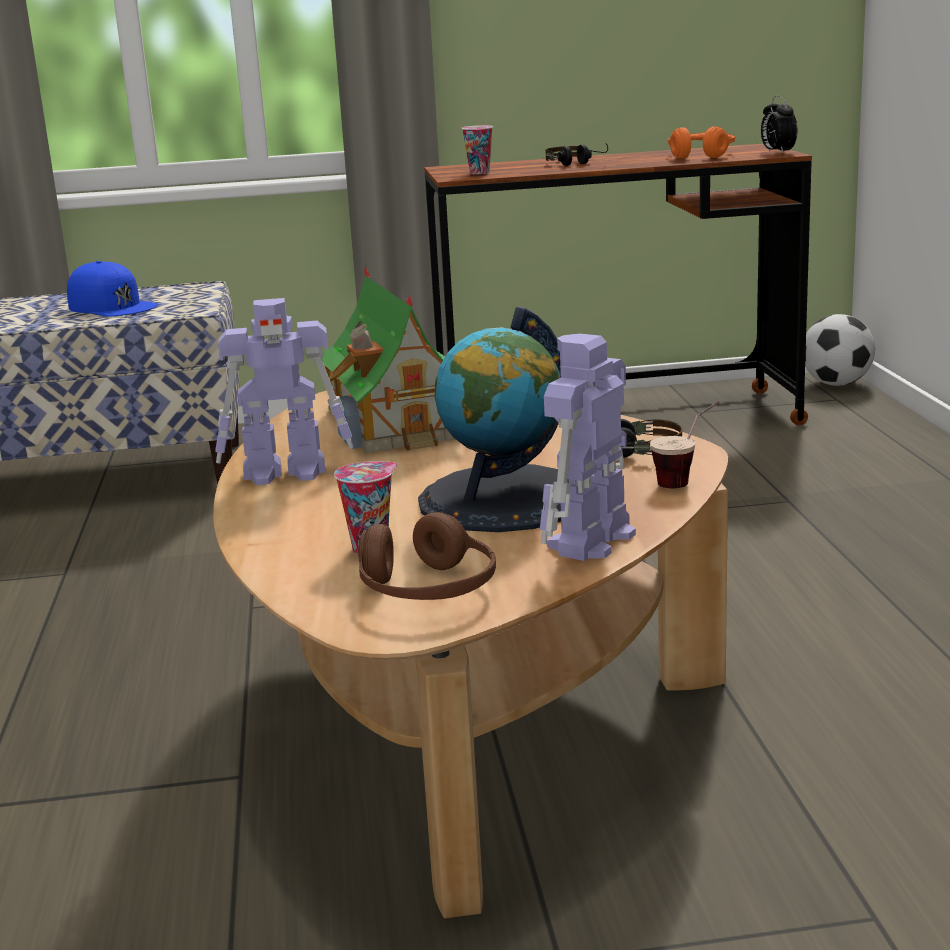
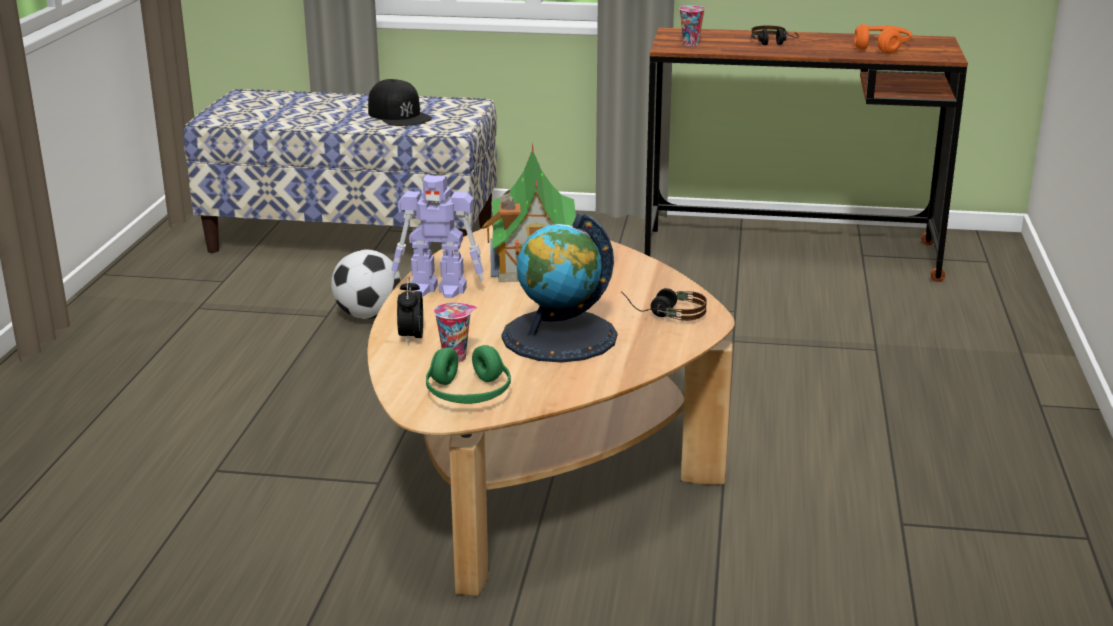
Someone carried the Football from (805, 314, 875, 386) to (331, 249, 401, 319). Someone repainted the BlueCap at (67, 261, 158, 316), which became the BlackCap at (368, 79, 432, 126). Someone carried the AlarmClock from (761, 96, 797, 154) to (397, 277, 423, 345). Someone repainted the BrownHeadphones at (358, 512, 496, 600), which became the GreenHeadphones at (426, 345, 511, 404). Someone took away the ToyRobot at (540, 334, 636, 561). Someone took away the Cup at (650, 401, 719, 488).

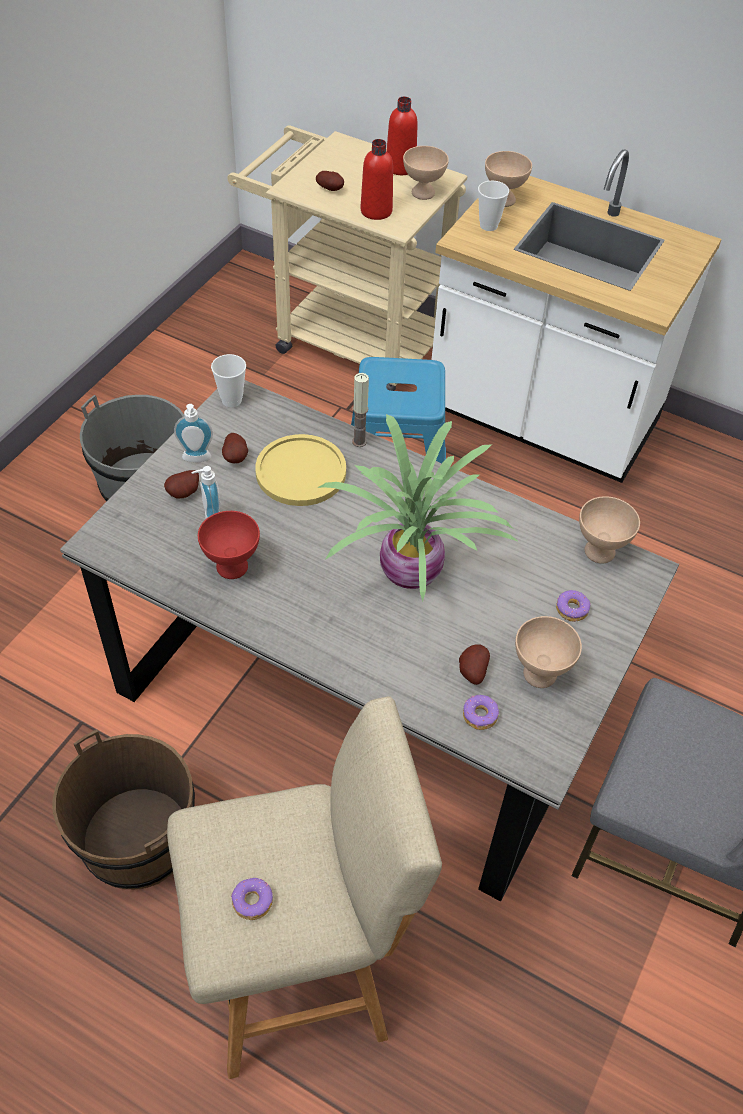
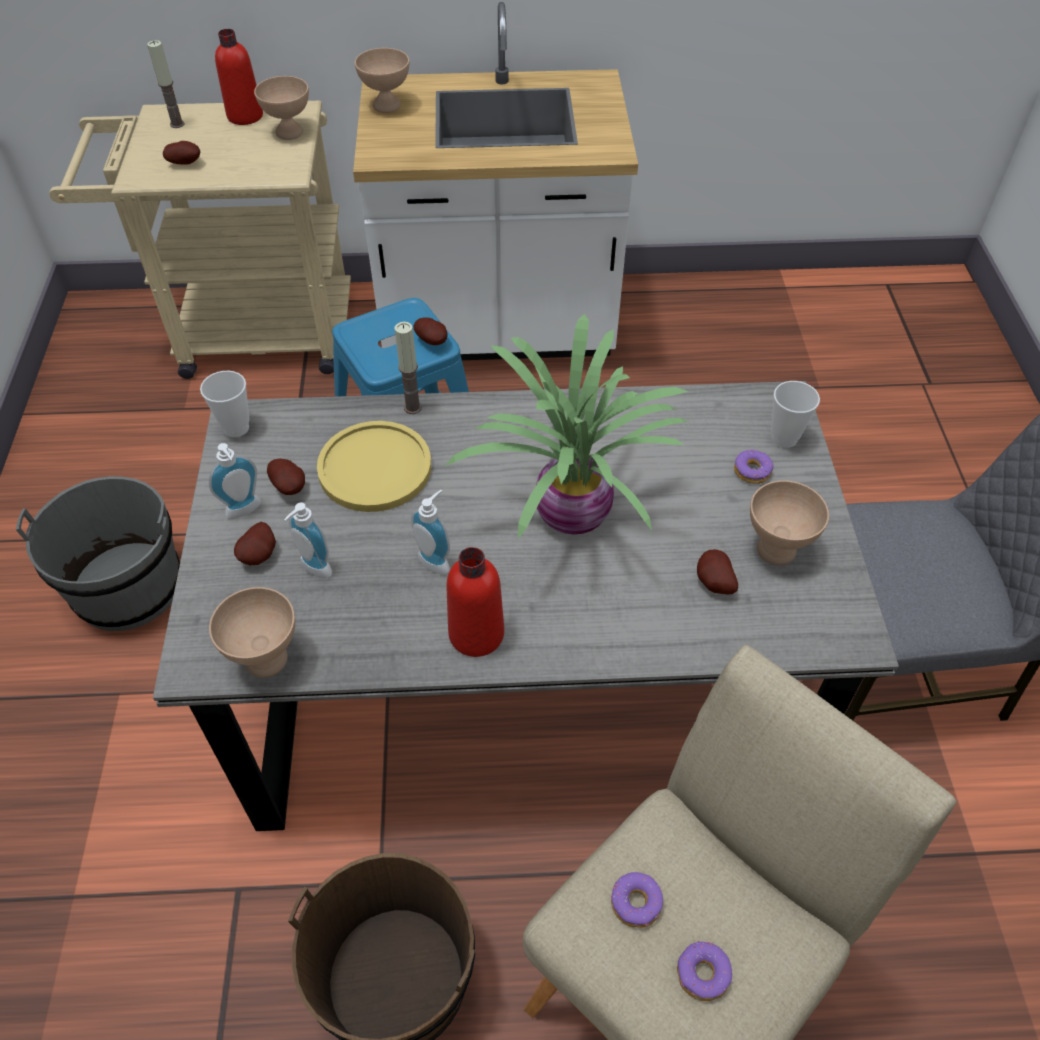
Someone put down the Candle at (147, 40, 185, 128). Someone carried the BeigeBowl from (579, 496, 640, 564) to (209, 587, 295, 678). Someone put down the SoapDispenser at (411, 490, 450, 575). Someone put down the Potato at (413, 317, 448, 345). Someone carried the RedBottle from (360, 139, 393, 220) to (446, 547, 504, 657). Someone carried the Donut from (463, 695, 499, 730) to (611, 872, 663, 928). Someone carried the Cup from (478, 181, 509, 231) to (771, 381, 820, 448). Someone took away the RedBowl at (198, 511, 260, 579).

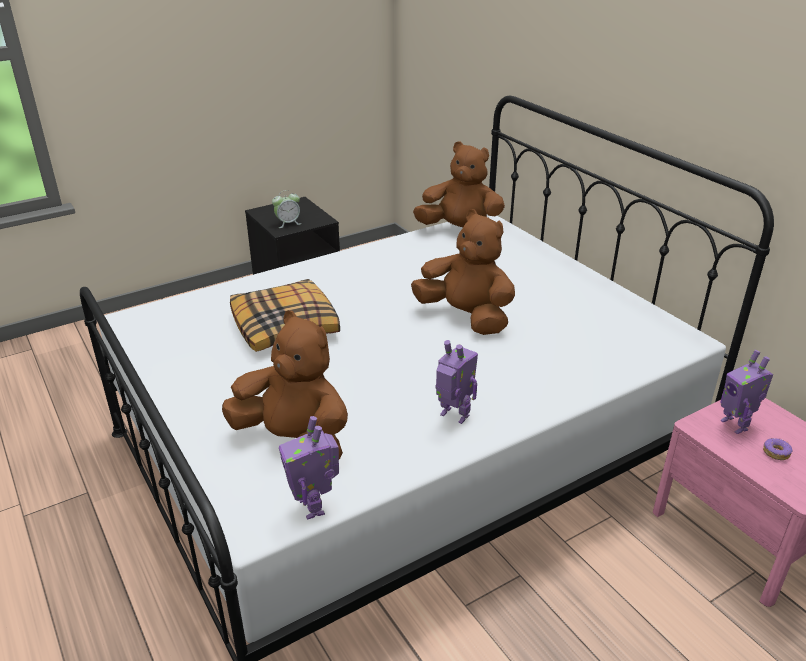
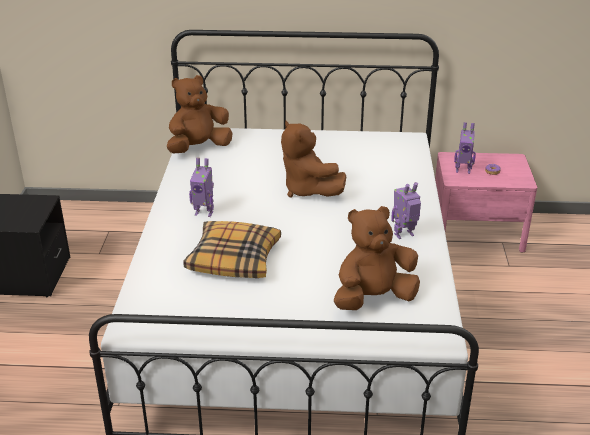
Someone carried the ToyRobot from (279, 416, 339, 520) to (189, 157, 214, 217). Someone rotated the BrownPlushToy at (411, 209, 515, 335) by 105 degrees counterclockwise. Someone took away the AlarmClock at (272, 190, 301, 228).

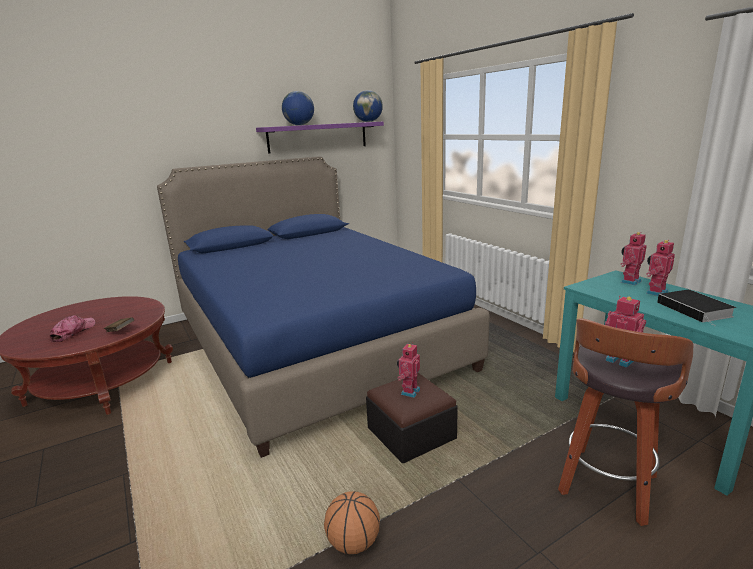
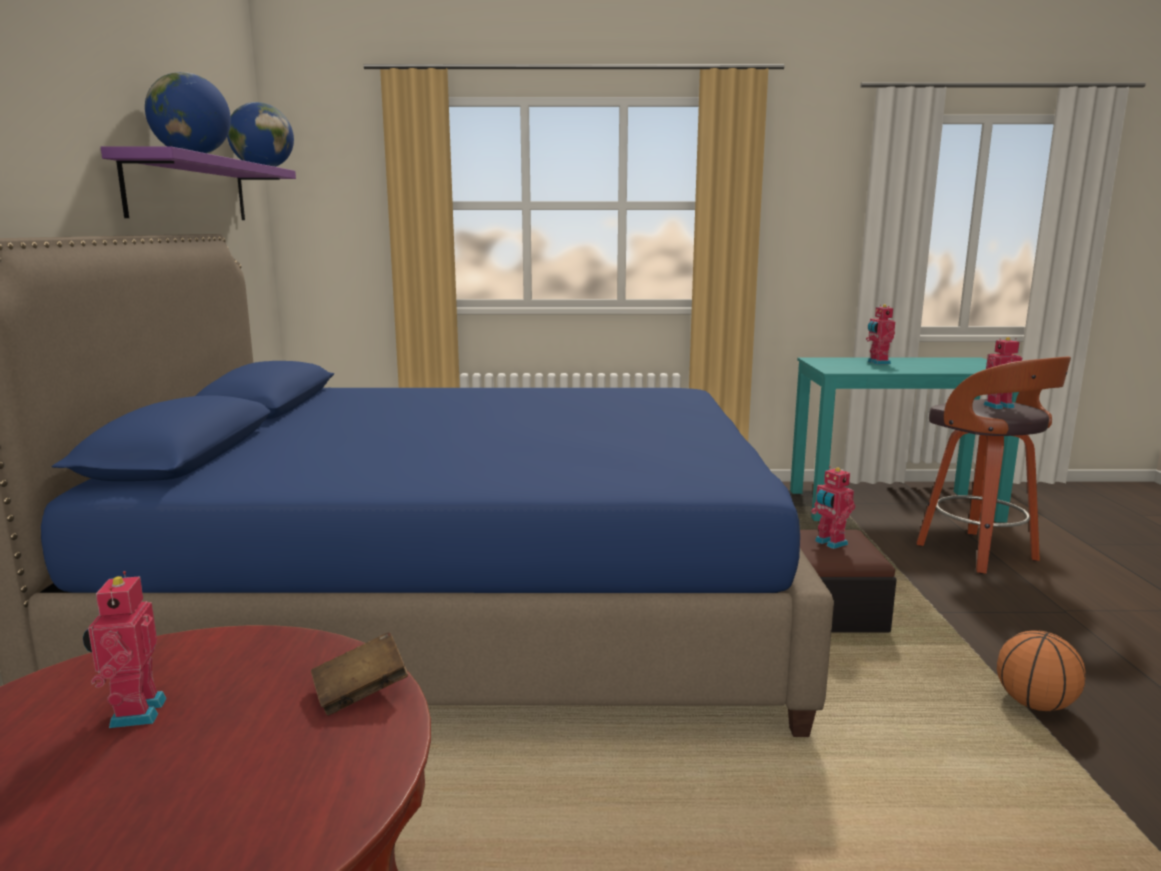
Someone carried the ToyRobot from (620, 232, 647, 285) to (83, 571, 167, 728). Someone took away the Cap at (50, 315, 95, 342). Someone took away the Book at (657, 289, 736, 326).

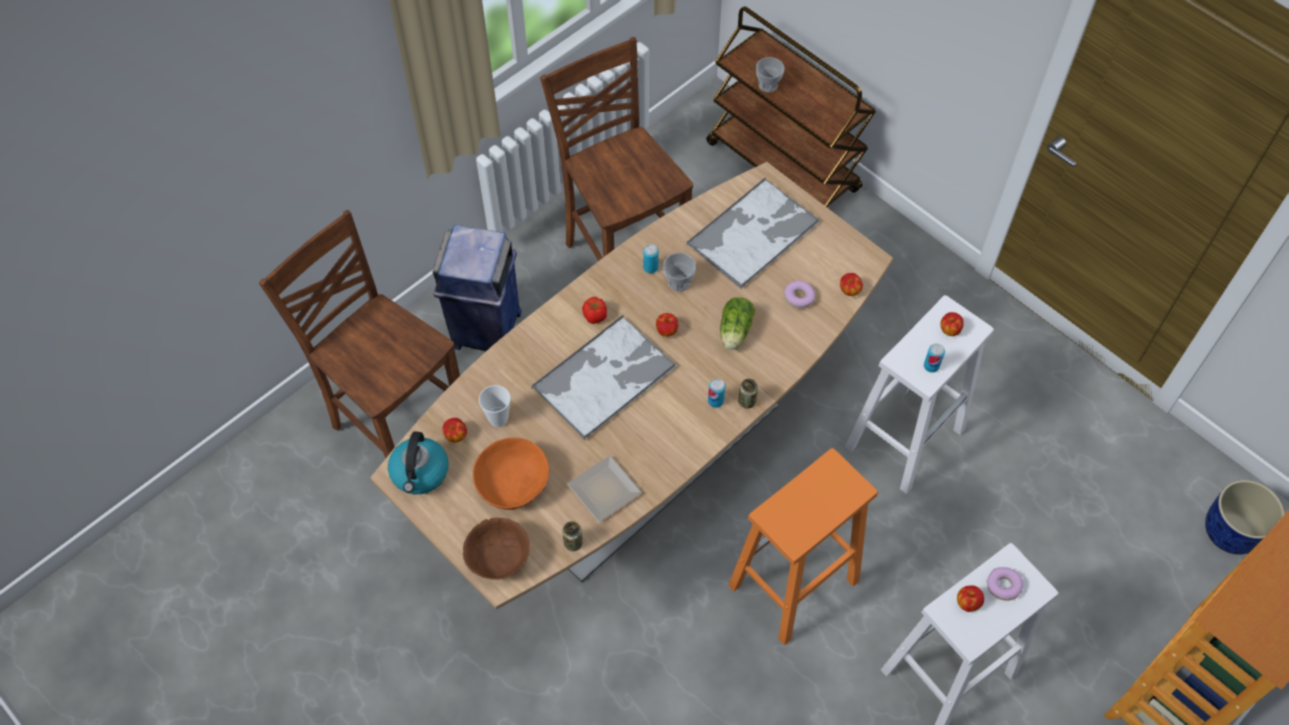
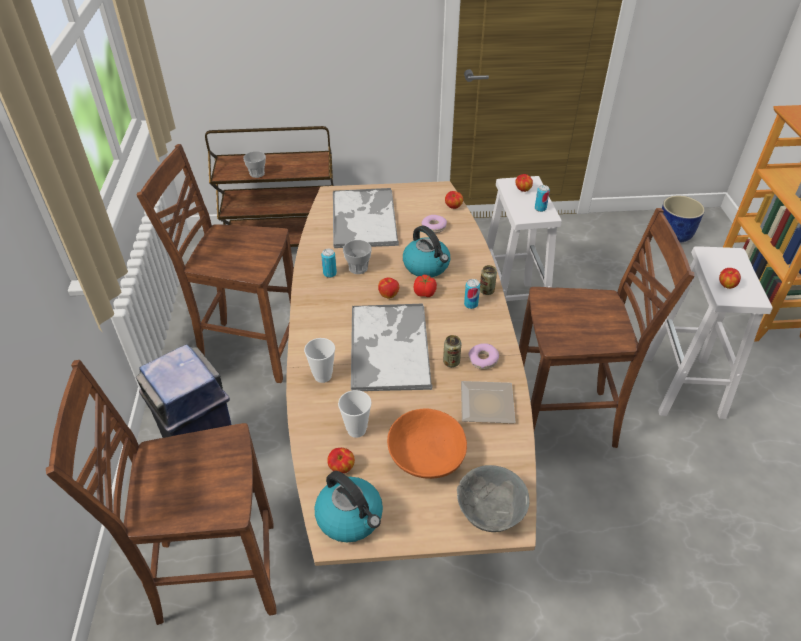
Someone put down the Cup at (304, 338, 335, 383). Someone swapped the Lettuce at (720, 297, 755, 350) for the Kettle at (403, 226, 450, 277). Someone carried the Tomato from (582, 297, 607, 324) to (414, 275, 437, 297). Someone carried the Can from (562, 521, 583, 551) to (443, 335, 461, 367). Someone repainted the BrownBowl at (463, 517, 530, 580), which became the GreyBowl at (457, 465, 529, 532). Someone carried the Donut from (986, 567, 1023, 601) to (468, 343, 499, 369). Someone swapped the OrangeStool at (728, 448, 878, 646) for the BrownChair at (519, 208, 695, 448).

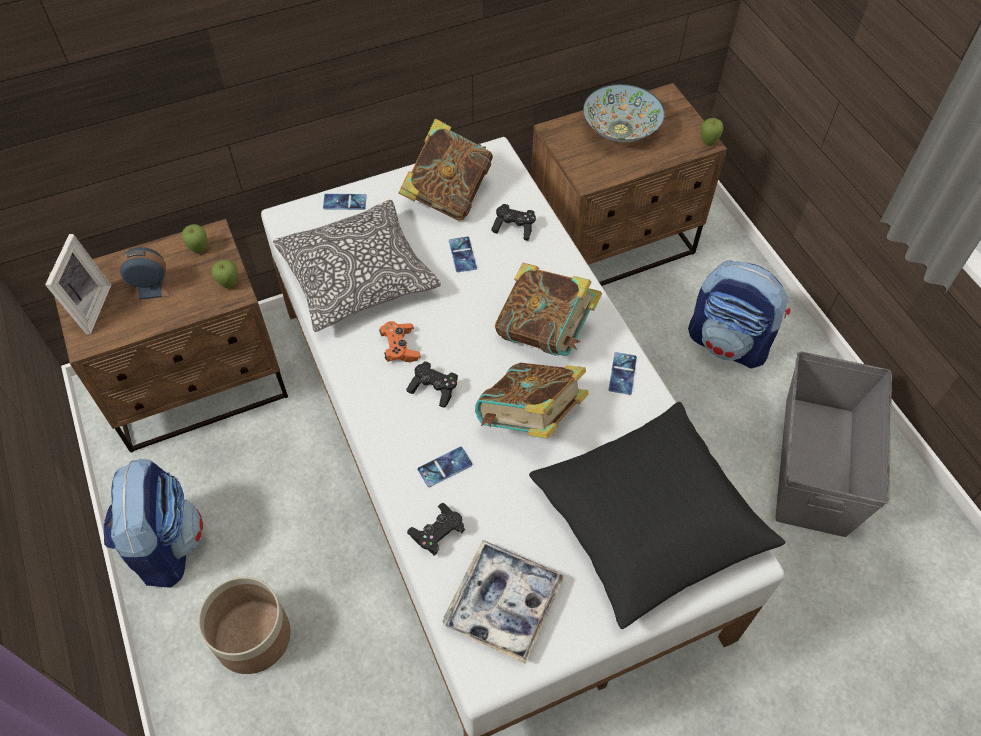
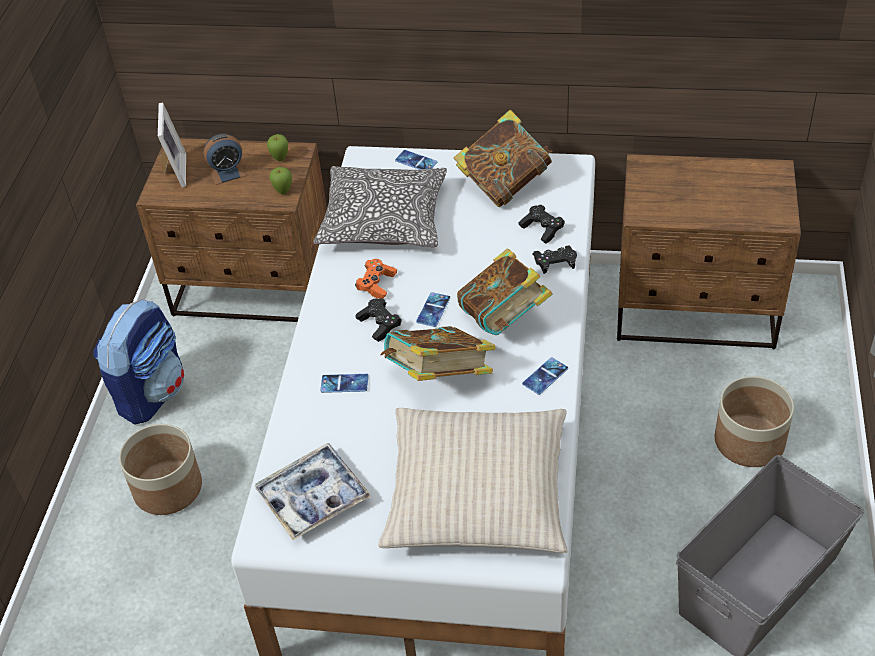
Someone rotated the PictureFrame at (45, 234, 111, 334) by 45 degrees counterclockwise. Someone rotated the AlarmClock at (119, 247, 171, 301) by 135 degrees clockwise. Someone repainted the BlackPillow at (529, 402, 786, 629), which became the BeigePillow at (378, 408, 568, 553). Someone carried the Phone from (449, 237, 477, 272) to (416, 292, 450, 327). Someone carried the BlackGameController from (407, 503, 465, 556) to (533, 246, 577, 274). Someone swapped the Backpack at (688, 261, 790, 368) for the Planter at (715, 376, 794, 467). Someone took away the Bowl at (583, 84, 665, 142). Someone took away the Apple at (701, 118, 724, 146).

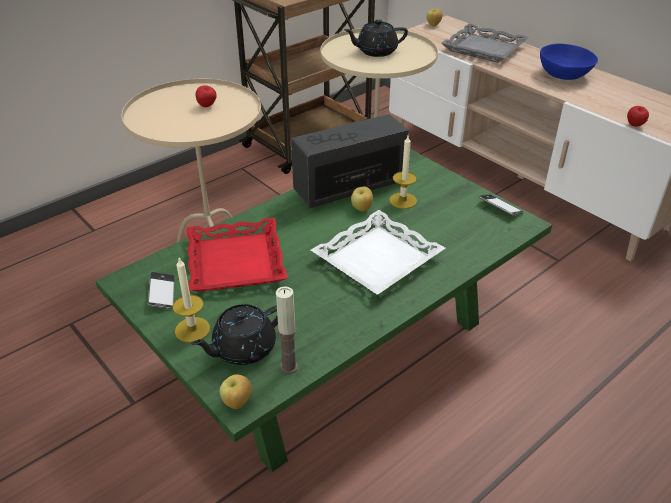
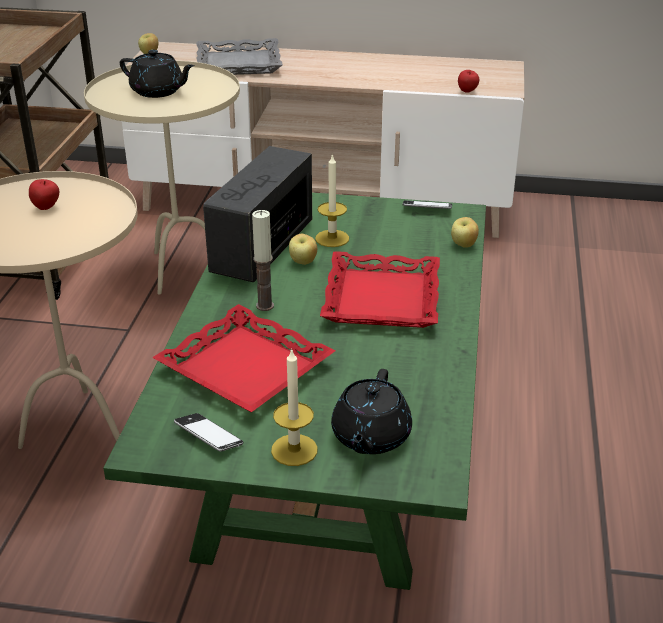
Someone rotated the BlackTeapot at (344, 19, 408, 57) by 105 degrees counterclockwise. Someone carried the Candle from (276, 286, 298, 374) to (252, 210, 274, 311). Someone repainted the WhiteTray at (311, 210, 446, 295), which became the RedTray at (320, 251, 440, 328). Someone carried the Apple from (220, 374, 252, 409) to (451, 217, 479, 247). Someone took away the BlueBowl at (540, 44, 598, 80).

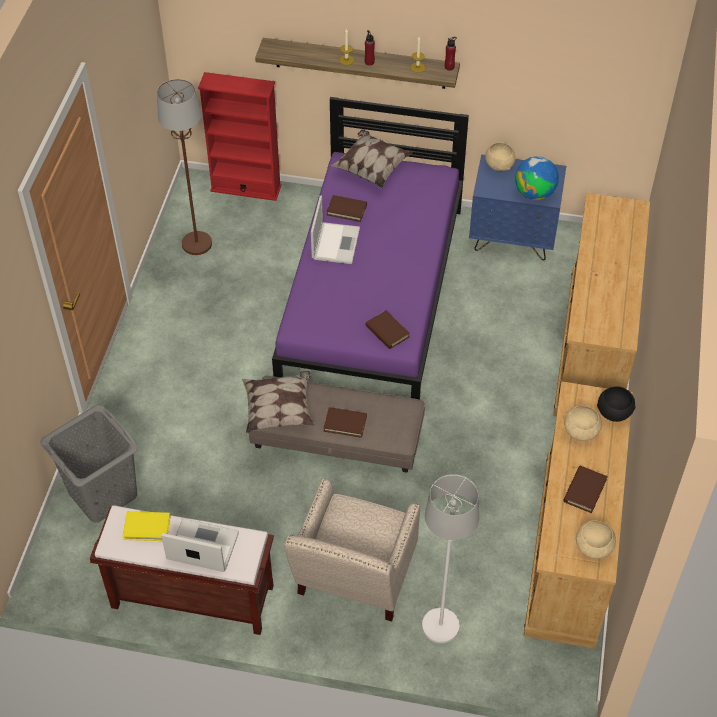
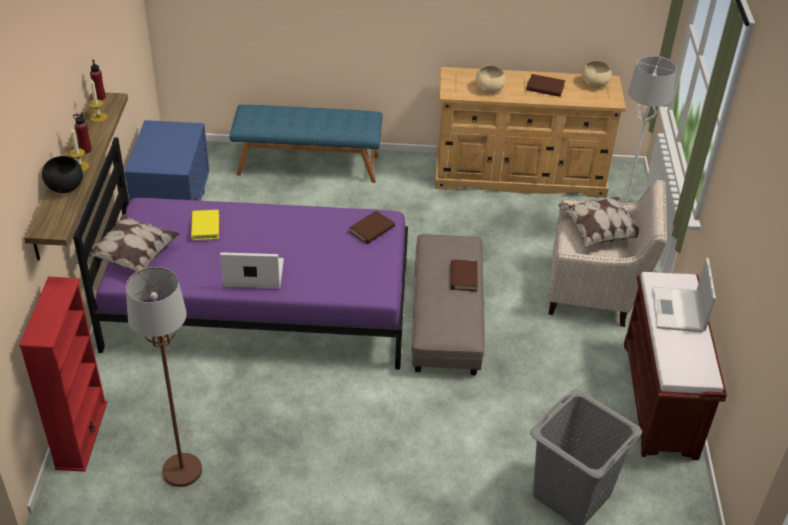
Someone carried the BlackBowl from (597, 386, 635, 422) to (42, 156, 83, 193). Someone carried the YellowBook from (123, 511, 170, 541) to (191, 210, 219, 240). Someone swapped the BeigeDresser at (553, 193, 650, 416) for the BlueBench at (229, 105, 383, 183). Someone carried the Pillow from (242, 371, 315, 433) to (558, 196, 639, 247). Someone took away the BrownBook at (326, 195, 367, 222). Someone took away the BeigeBowl at (485, 142, 516, 171). Someone took away the Globe at (515, 156, 559, 200).

